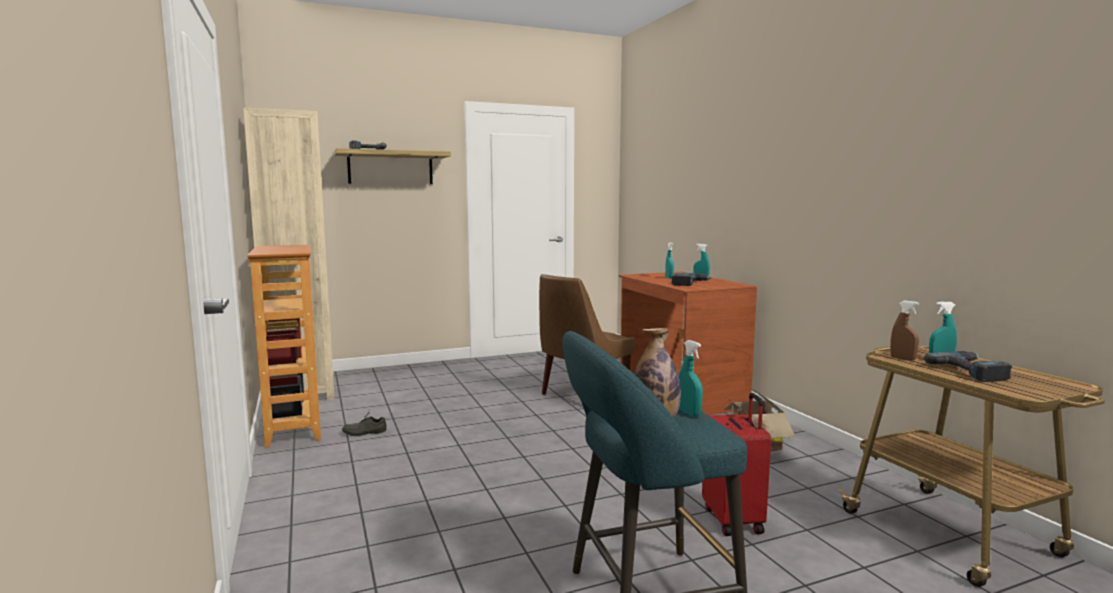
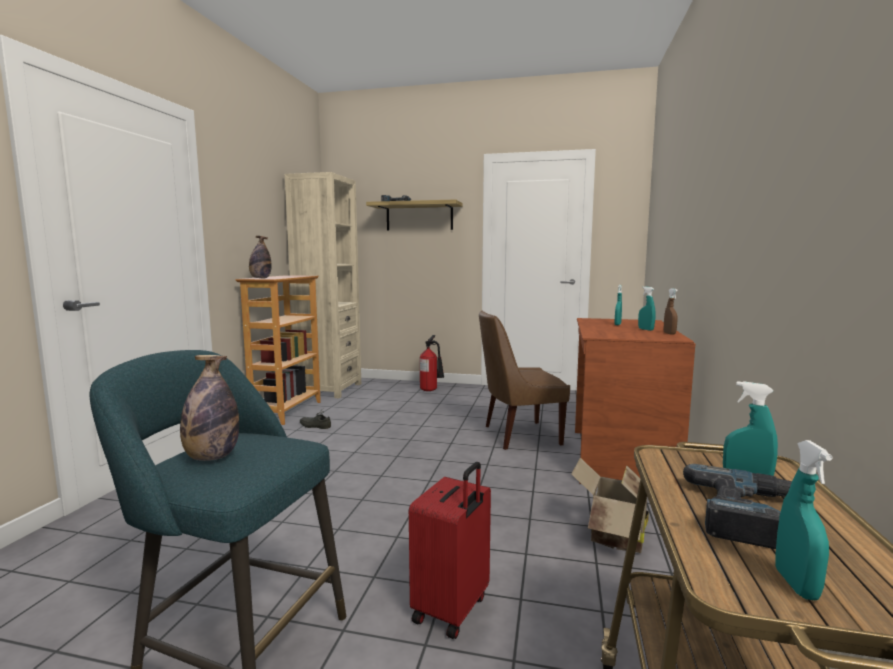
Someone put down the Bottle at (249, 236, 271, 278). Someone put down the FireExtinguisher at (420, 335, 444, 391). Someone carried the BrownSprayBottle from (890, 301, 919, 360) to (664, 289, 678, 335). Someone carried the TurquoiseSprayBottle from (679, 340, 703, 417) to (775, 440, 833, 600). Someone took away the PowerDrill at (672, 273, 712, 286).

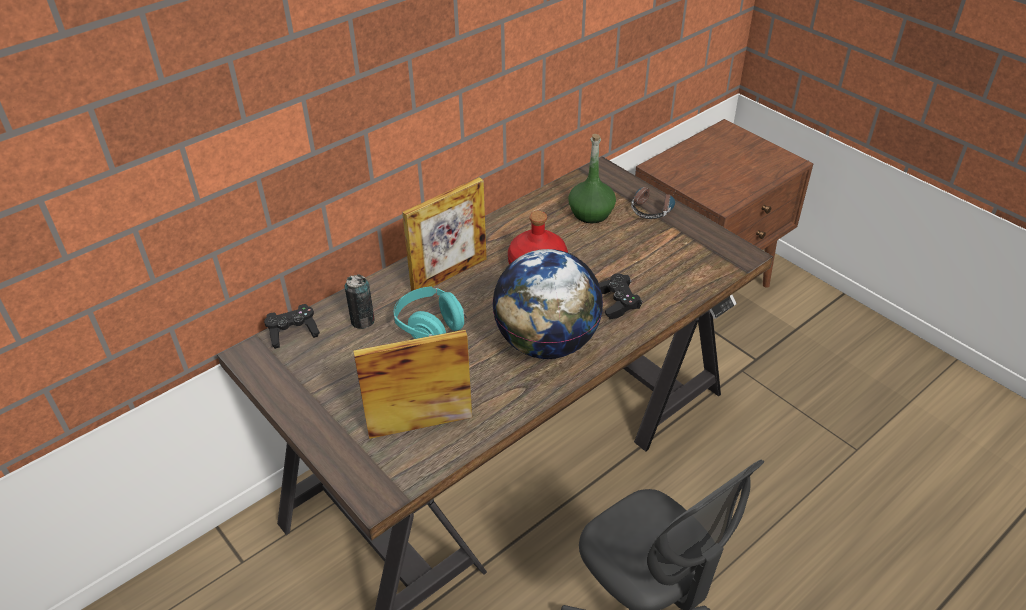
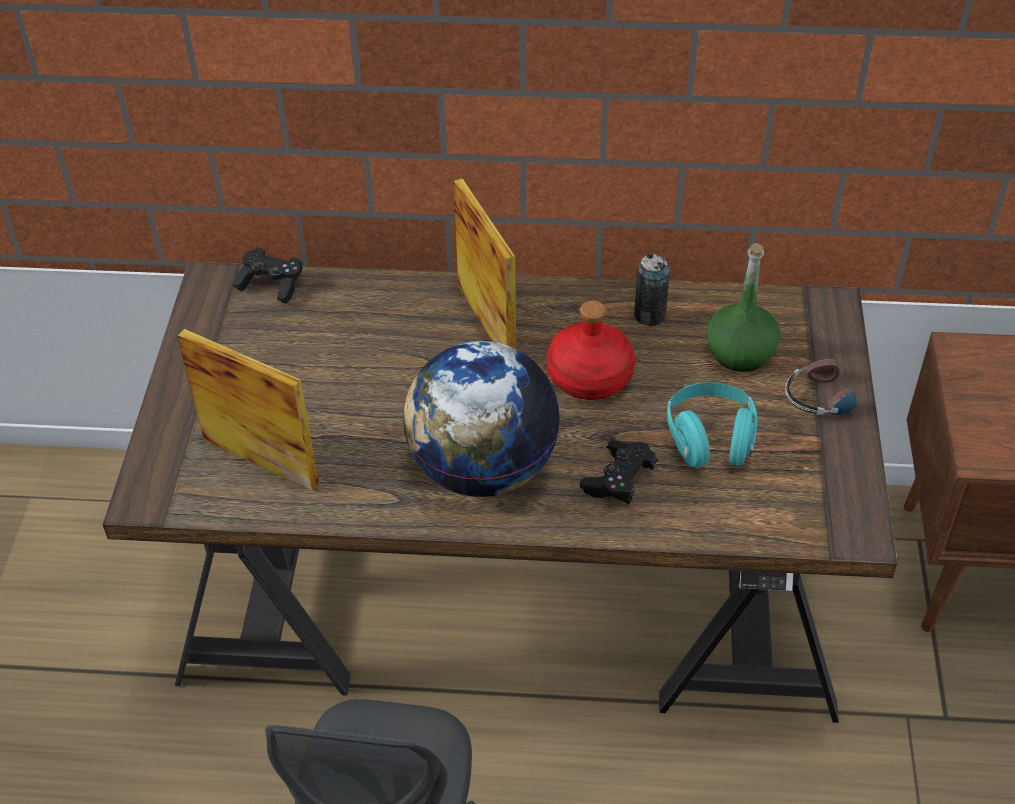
Someone rotated the PictureFrame at (402, 177, 487, 291) by 120 degrees counterclockwise. Someone carried the Can from (345, 274, 375, 329) to (634, 254, 670, 326). Someone carried the TurquoiseHeadphones from (394, 286, 467, 339) to (667, 382, 758, 468).

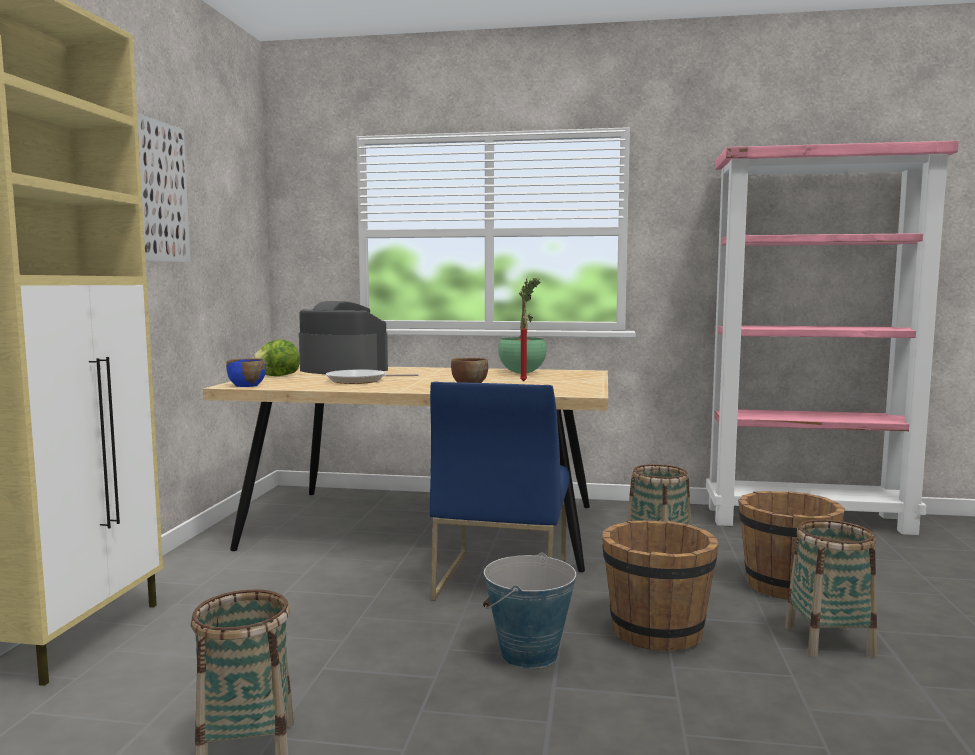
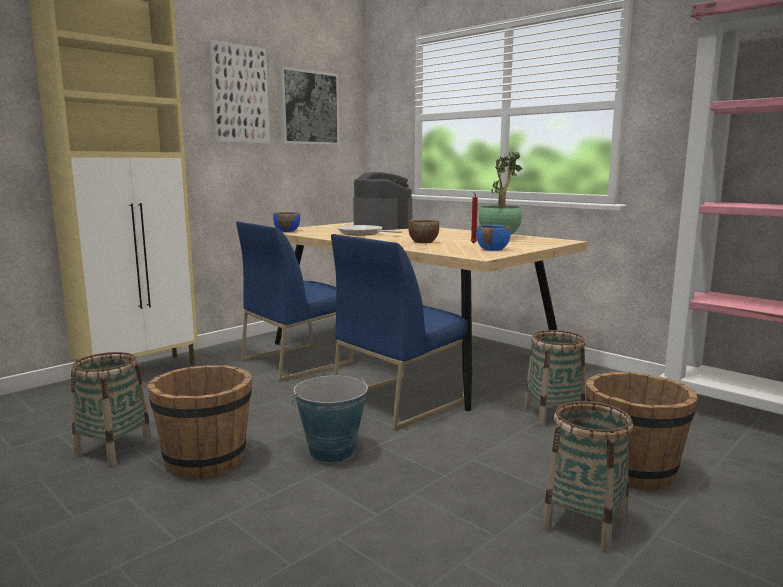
Someone carried the BrownBucket from (602, 520, 719, 651) to (148, 365, 252, 479). Someone put down the BlueChair at (236, 221, 353, 382). Someone put up the Picture at (278, 66, 340, 145). Someone put down the BlueBowl at (476, 225, 511, 251). Someone took away the Lettuce at (252, 340, 300, 376).

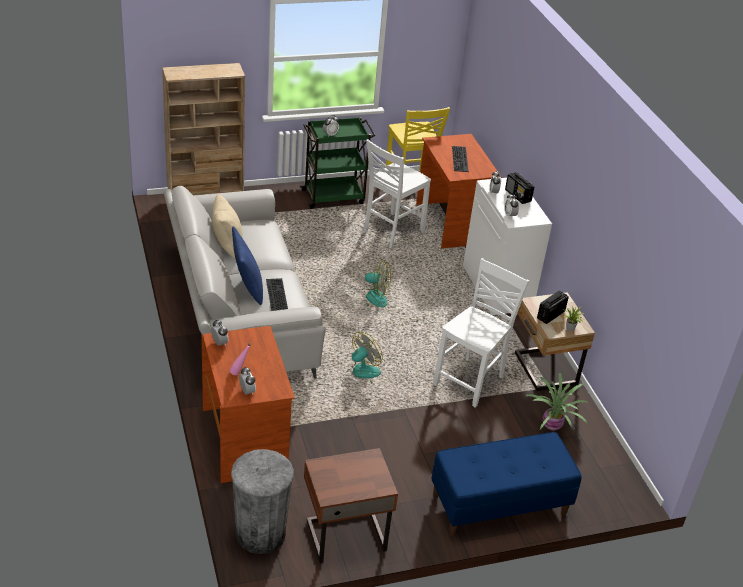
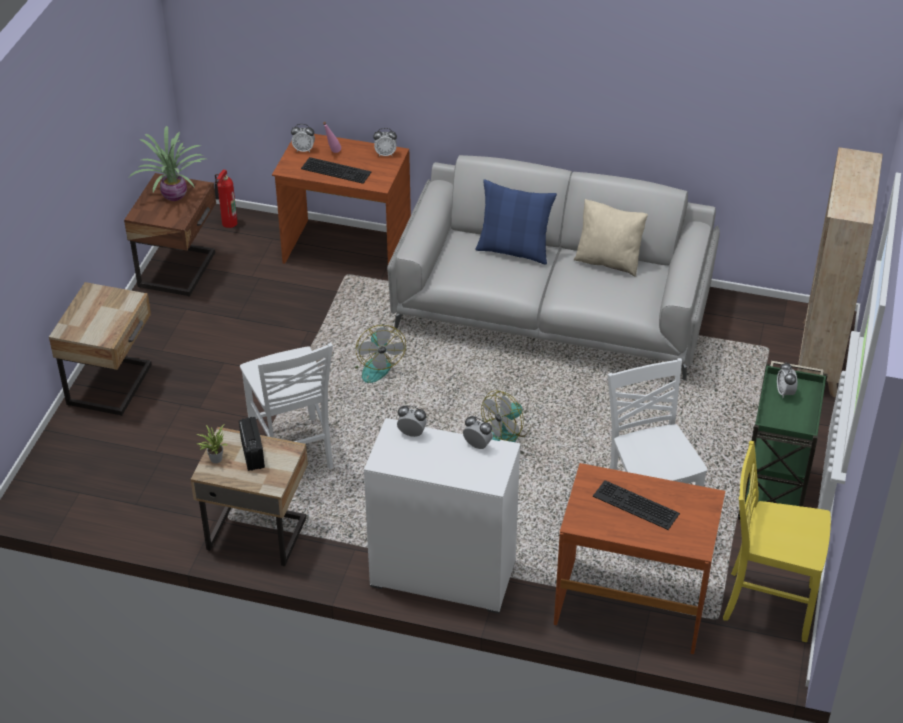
Someone swapped the BlueBench at (431, 432, 581, 536) for the BeigeNightstand at (49, 282, 152, 416). Someone carried the PottedPlant from (527, 373, 588, 431) to (129, 126, 206, 201). Someone swapped the GreyTrashCan at (231, 449, 294, 554) for the FireExtinguisher at (215, 170, 237, 228). Someone carried the Keyboard from (266, 278, 288, 311) to (301, 157, 371, 184). Someone took away the Radio at (505, 172, 534, 204).

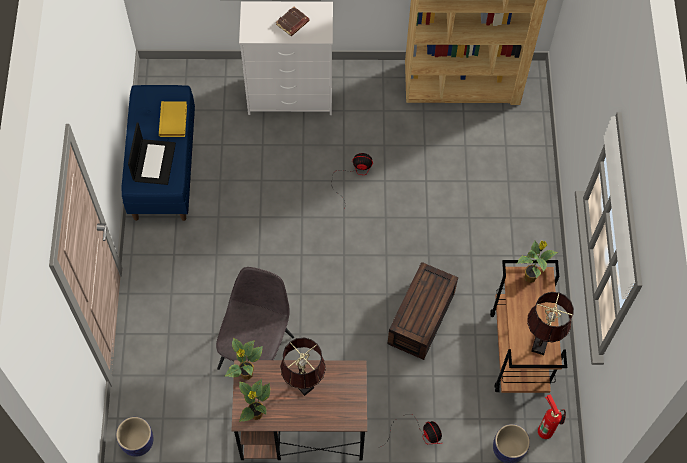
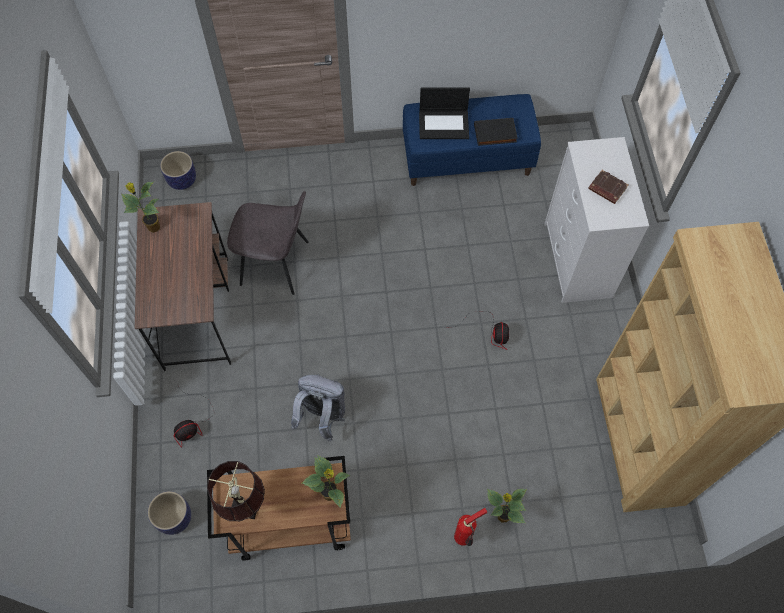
Someone swapped the BrownStorageBox at (387, 262, 458, 360) for the GreyBackpack at (291, 374, 345, 441). Someone carried the FireExtinguisher from (538, 394, 566, 439) to (454, 508, 487, 546). Someone repainted the YellowBook at (159, 101, 187, 137), which became the BlackBook at (474, 118, 518, 146). Someone carried the PottedPlant from (225, 338, 263, 380) to (487, 488, 527, 523). Someone took away the BrownTableLamp at (280, 338, 326, 396).

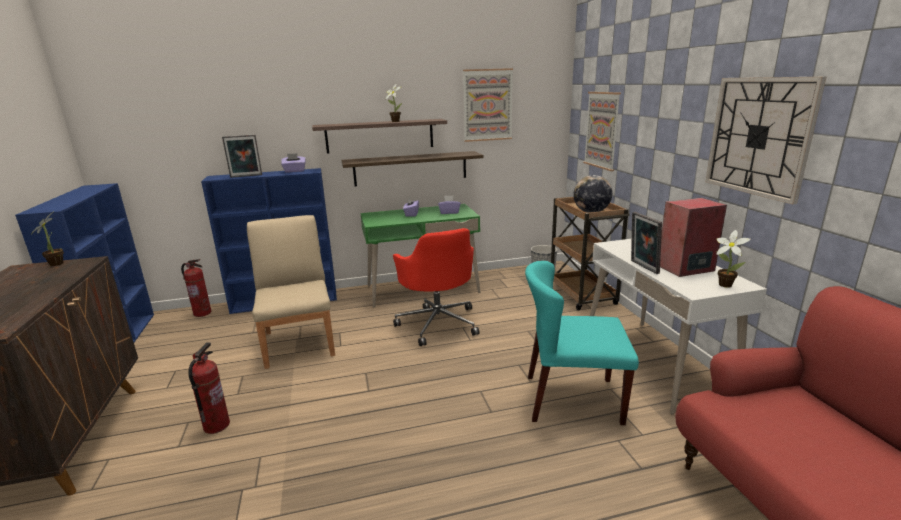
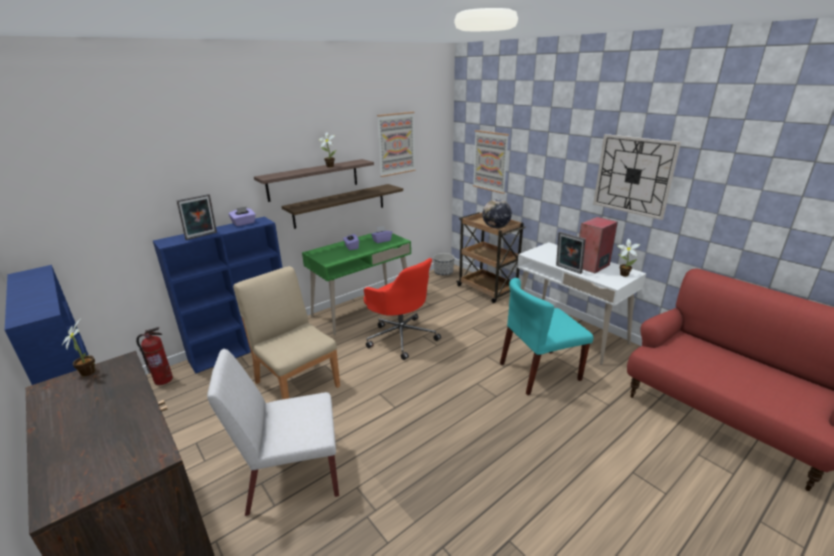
Someone swapped the FireExtinguisher at (188, 342, 230, 434) for the WhiteChair at (207, 349, 339, 516).

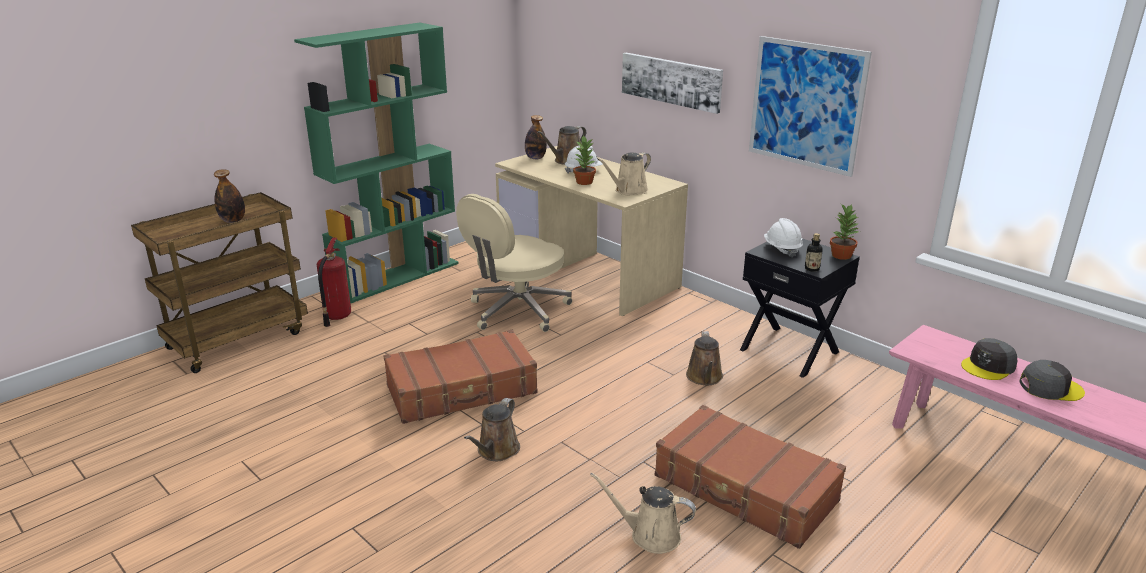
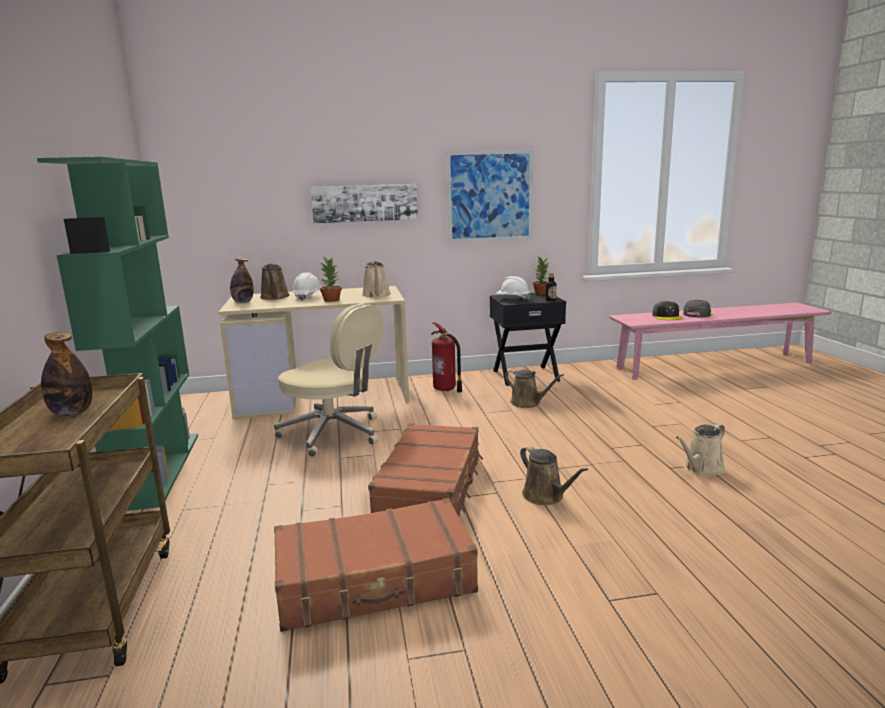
Someone rotated the BeigeOfficeChair at (456, 194, 572, 332) by 45 degrees counterclockwise. Someone carried the BrownSuitcase from (655, 405, 846, 549) to (274, 498, 478, 632). Someone carried the FireExtinguisher from (317, 238, 351, 327) to (431, 322, 462, 393).

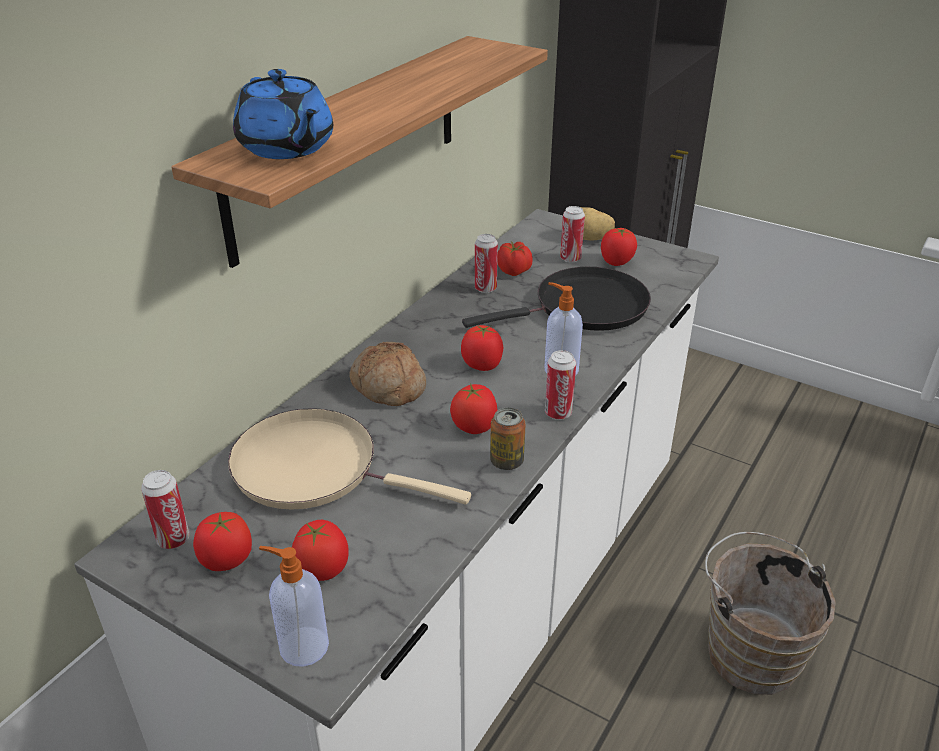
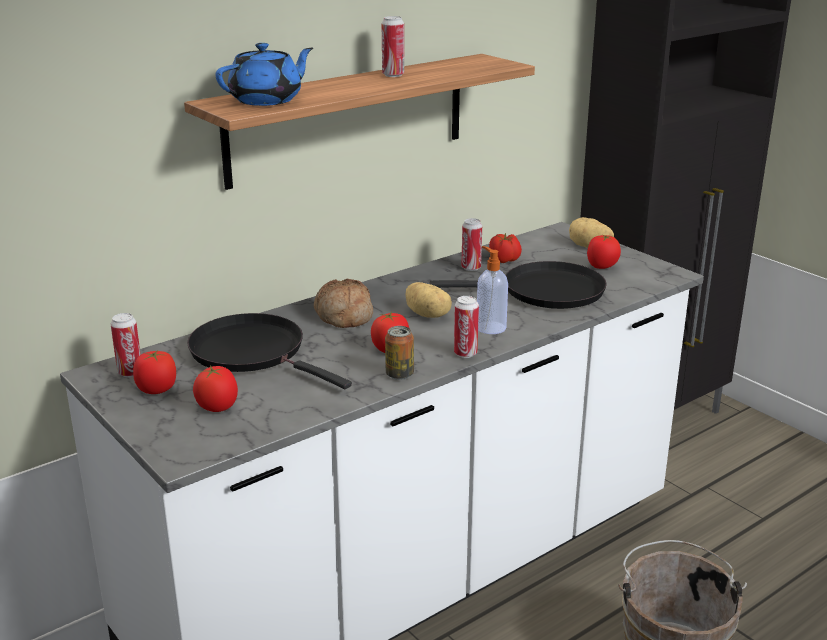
Someone repainted the BeigeFryingPan at (228, 408, 471, 510), which became the BlackFryingPan at (187, 313, 352, 390). Someone rotated the BlueTeapot at (233, 69, 333, 159) by 120 degrees counterclockwise. Someone carried the Can from (560, 206, 585, 263) to (382, 16, 404, 77). Someone swapped the Tomato at (461, 325, 503, 371) for the Potato at (406, 282, 452, 318). Someone took away the SoapDispenser at (259, 546, 329, 667).

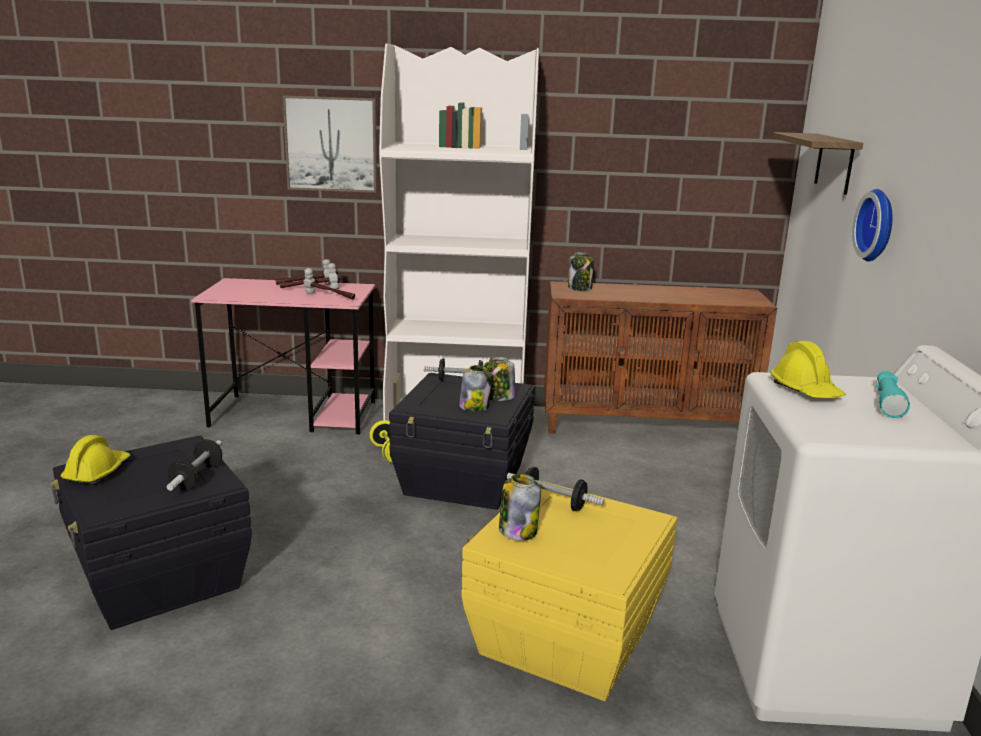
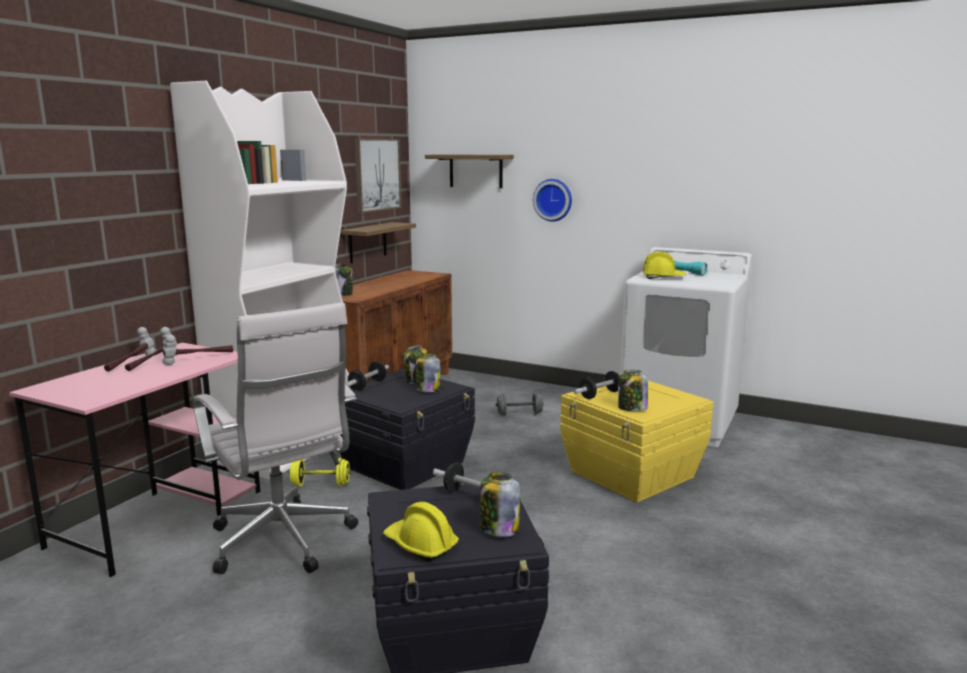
Someone put down the WhiteOfficeChair at (193, 302, 358, 574). Someone put up the Shelf at (341, 222, 416, 263). Someone carried the Picture from (283, 96, 377, 193) to (354, 139, 402, 213). Someone put down the Jar at (480, 472, 520, 537). Someone put down the GreyDumbbell at (496, 392, 543, 416).

